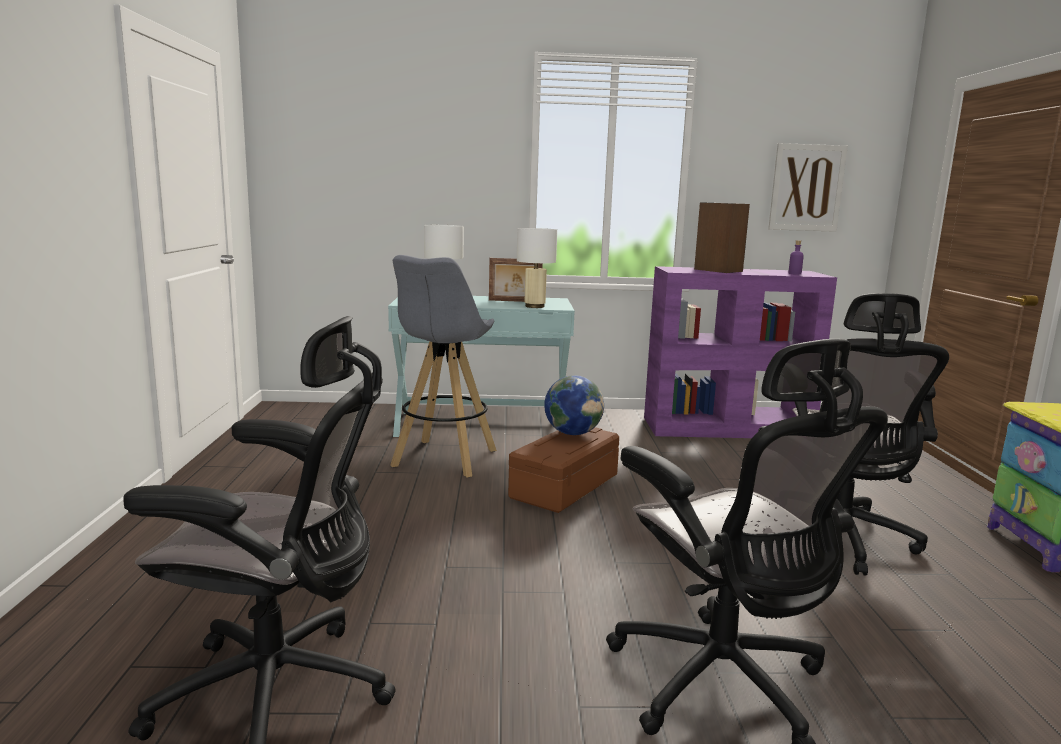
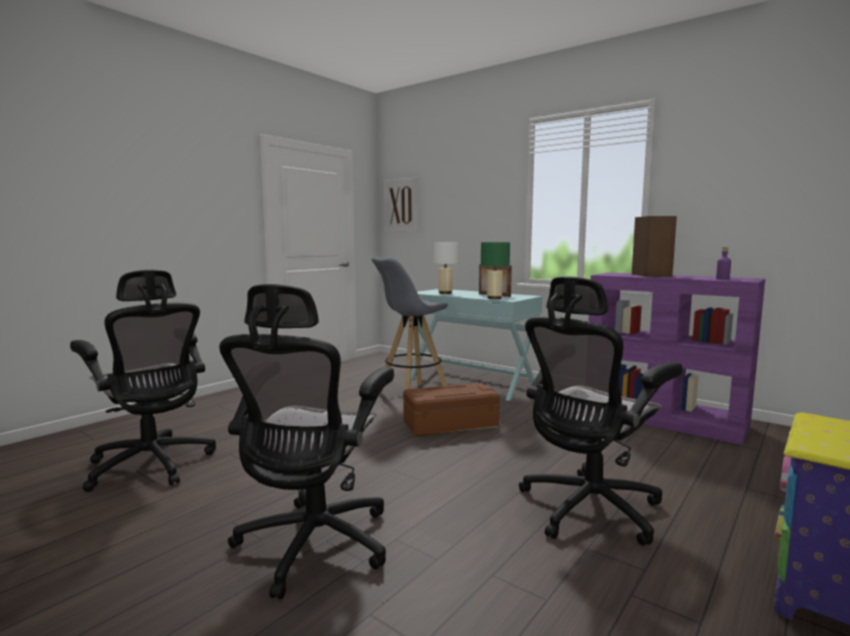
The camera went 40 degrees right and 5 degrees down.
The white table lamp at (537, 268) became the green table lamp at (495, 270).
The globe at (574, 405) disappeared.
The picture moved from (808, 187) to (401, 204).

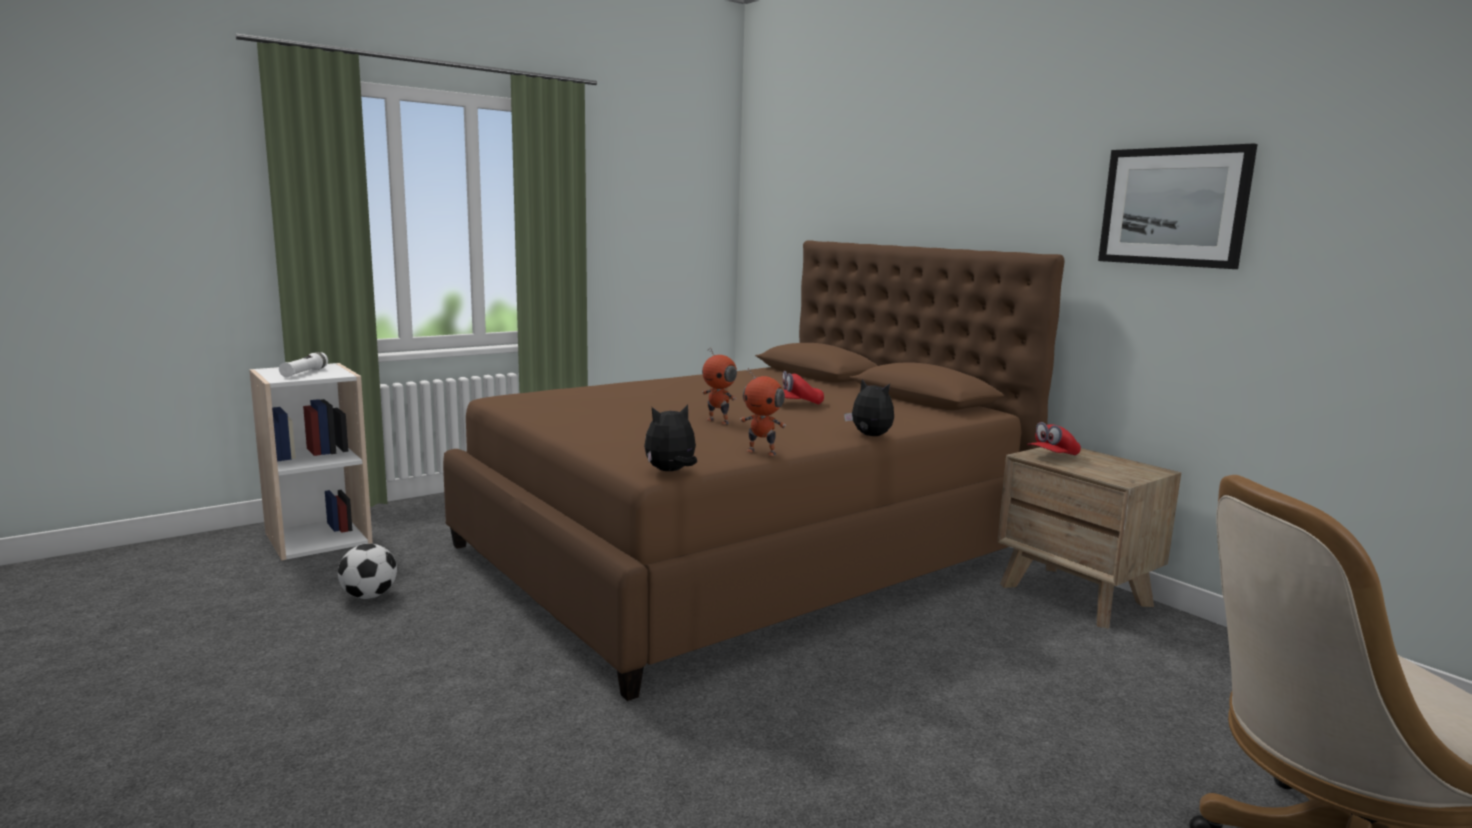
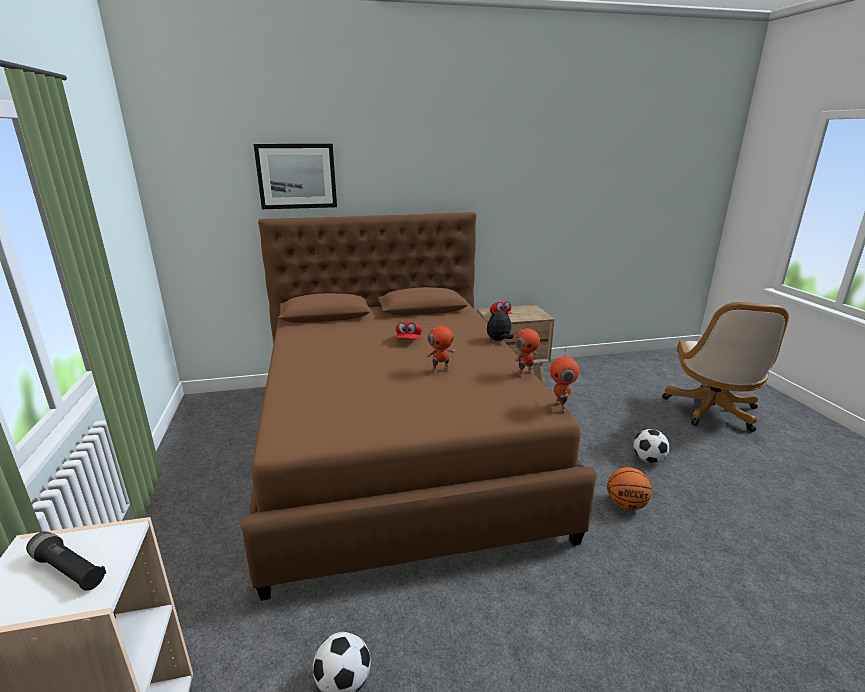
The camera went 65 degrees left and 10 degrees up.
The white flashlight at (303, 364) became the black flashlight at (66, 561).
The plush toy at (670, 437) was replaced by the toy robot at (564, 380).
The picture moved from (1178, 206) to (295, 176).
The basketball at (629, 489) appeared.
The football at (651, 446) appeared.

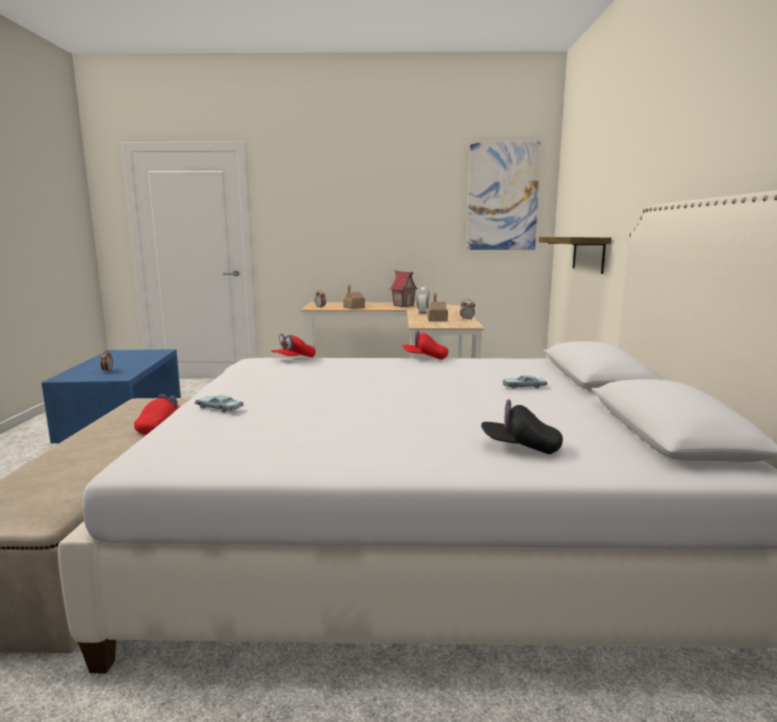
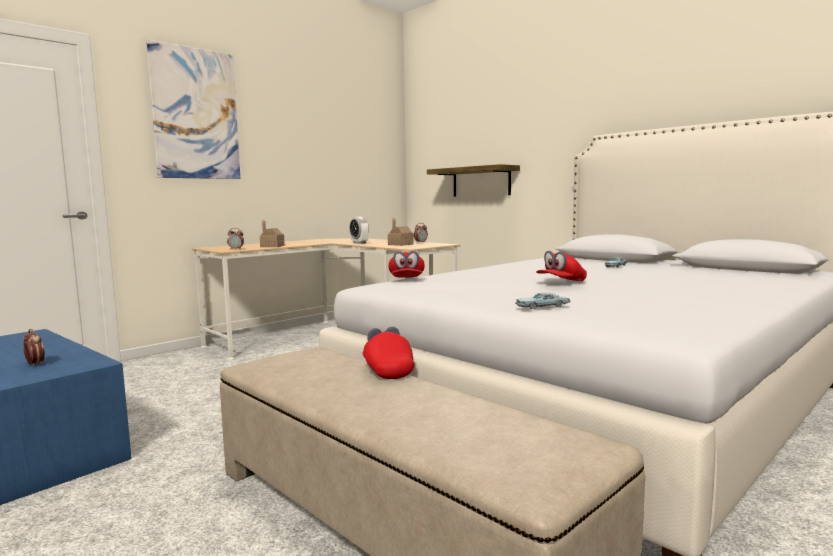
The camera went 45 degrees left and 5 degrees down.
The toy house at (404, 288) disappeared.
The red cap moved from (425, 345) to (561, 266).
The picture moved from (504, 195) to (193, 109).
The black cap at (522, 426) disappeared.

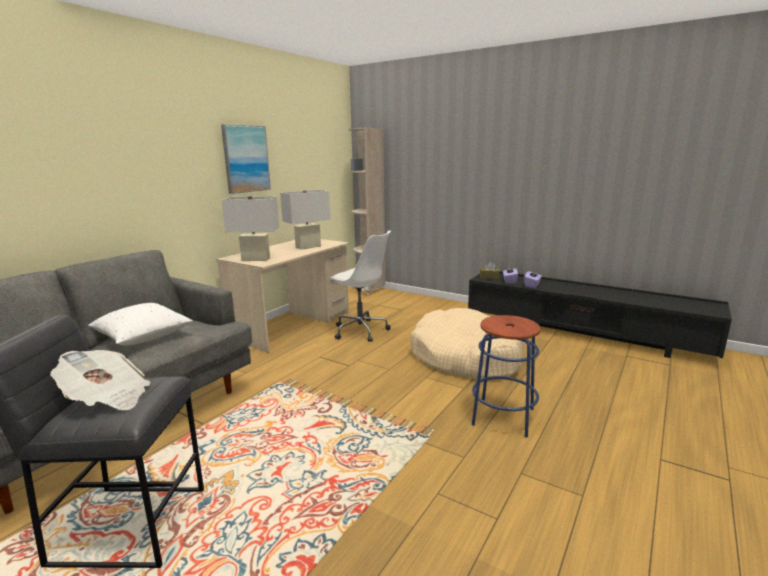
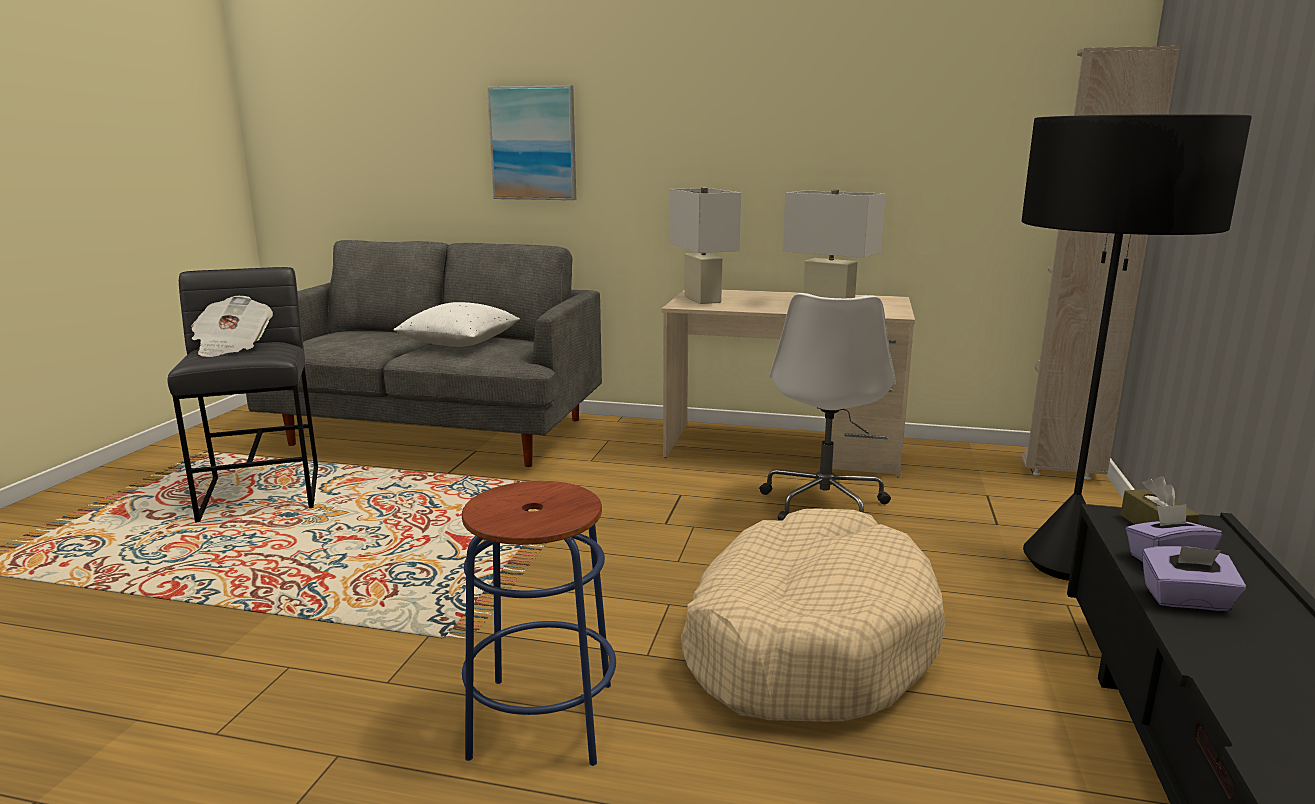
The camera went 70 degrees right and 0 degrees up.
The picture moved from (246, 159) to (531, 142).
The black floor lamp at (1137, 347) appeared.

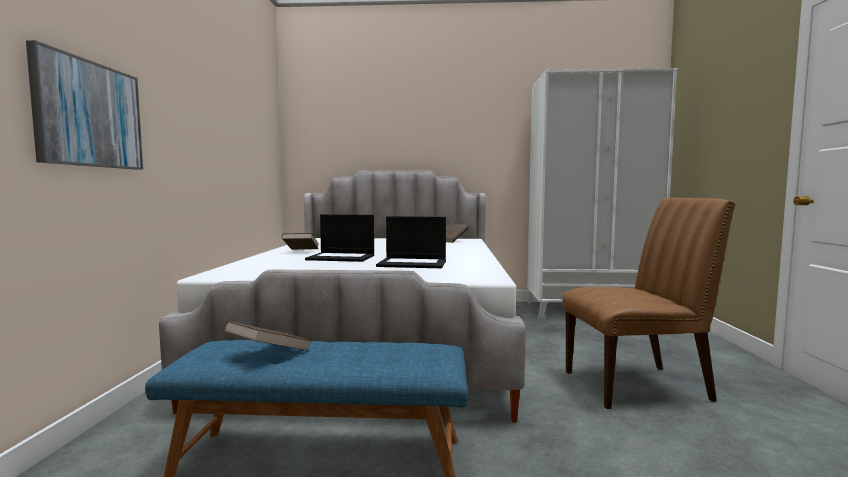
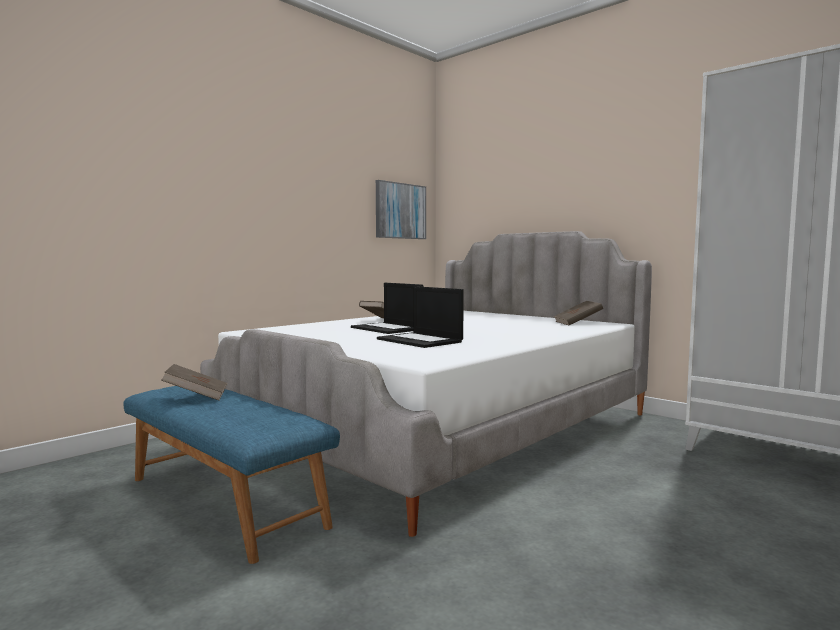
The camera went 40 degrees right and 0 degrees up.
The picture moved from (84, 105) to (401, 209).
The brown chair at (649, 303) disappeared.

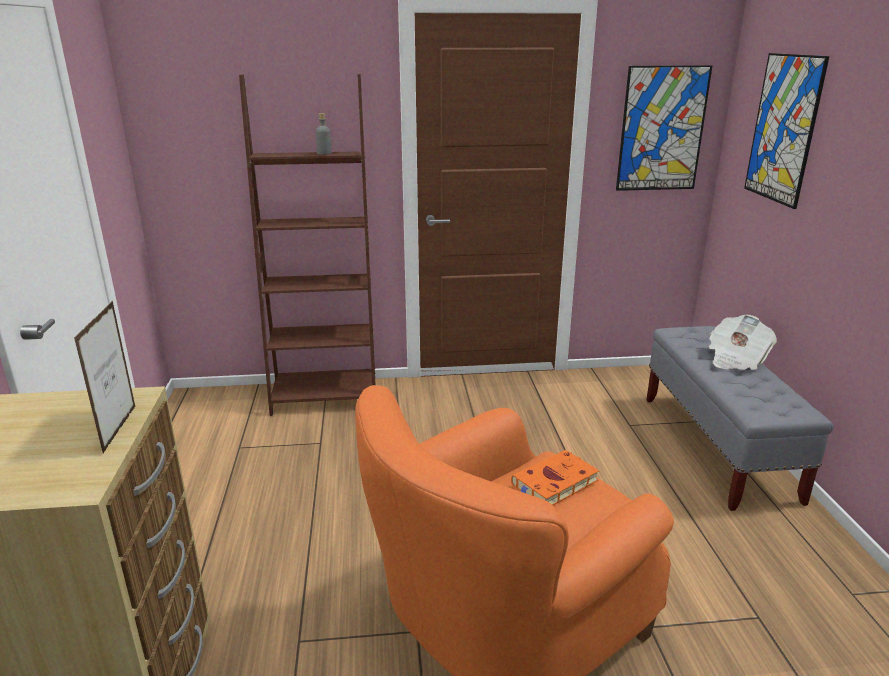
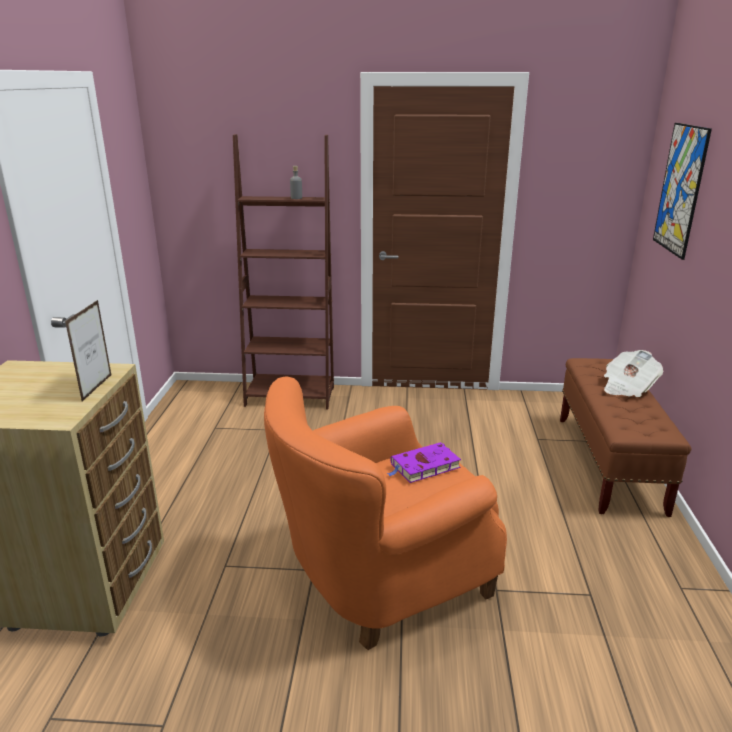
The camera went 10 degrees right and 0 degrees up.
The orange book at (555, 477) became the purple book at (424, 462).
The picture at (664, 128) disappeared.
The grey bench at (740, 418) became the brown bench at (625, 437).

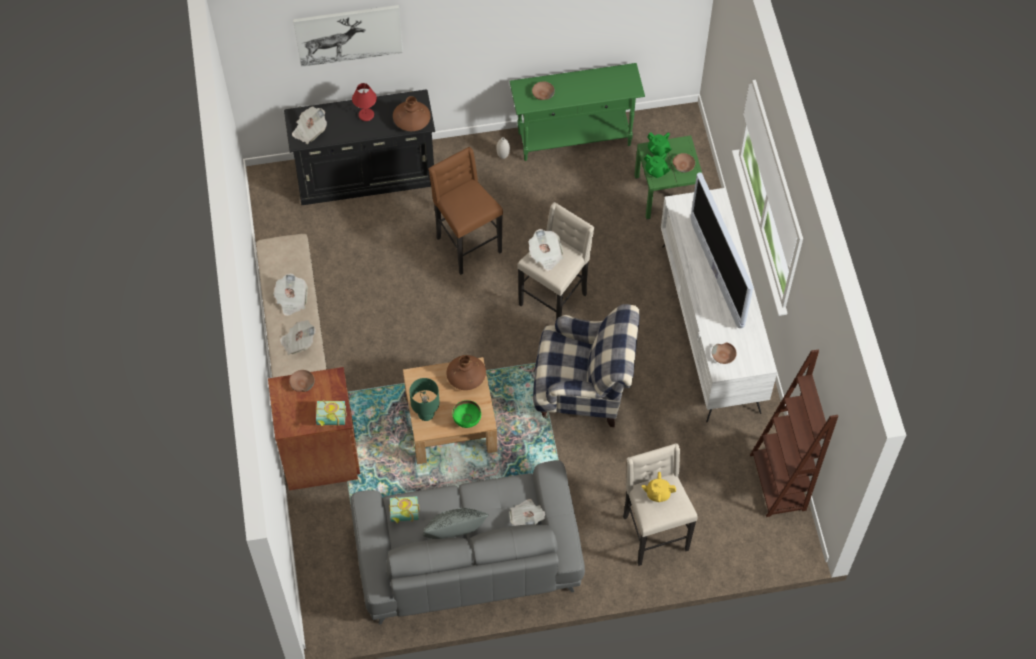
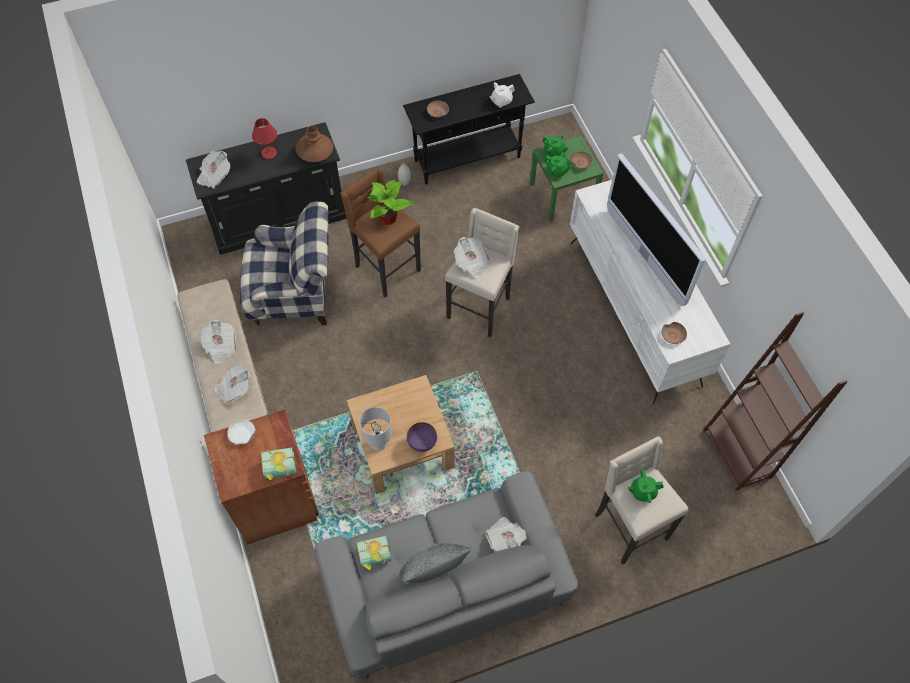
The camera went 10 degrees left and 0 degrees up.
The brown bowl at (302, 381) became the white bowl at (241, 432).
The picture at (348, 36) disappeared.
The green table lamp at (424, 399) became the grey table lamp at (375, 429).
The brown vase at (466, 372) disappeared.
The green bowl at (466, 414) became the purple bowl at (422, 437).
The green console table at (577, 112) became the black console table at (469, 129).
The armchair moved from (586, 365) to (284, 264).
The yellow teapot at (659, 487) became the green teapot at (646, 486).
The potted plant at (390, 202) appeared.
The white teapot at (502, 95) appeared.

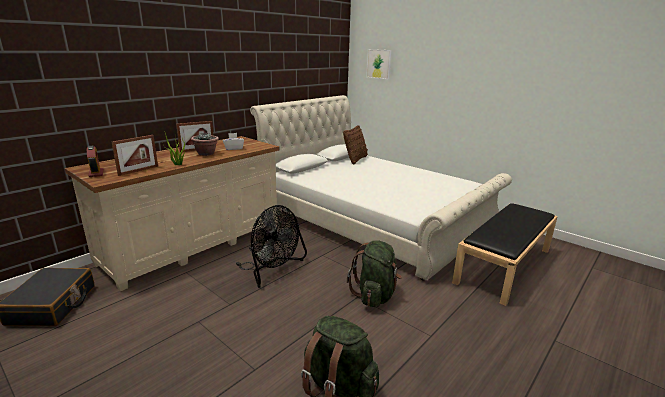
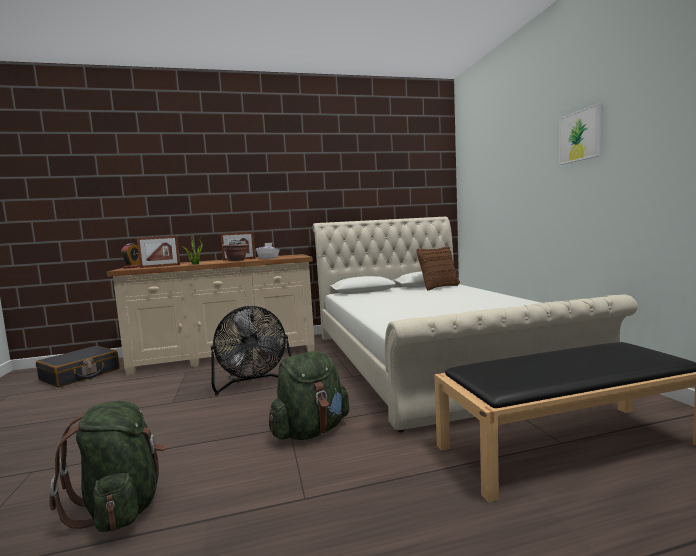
The camera went 35 degrees right and 15 degrees down.
The picture moved from (378, 64) to (580, 134).

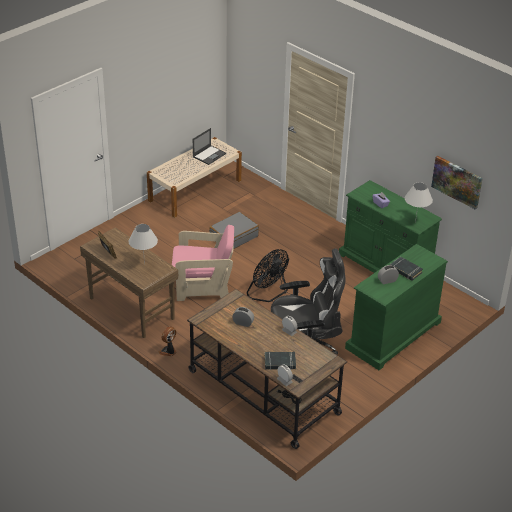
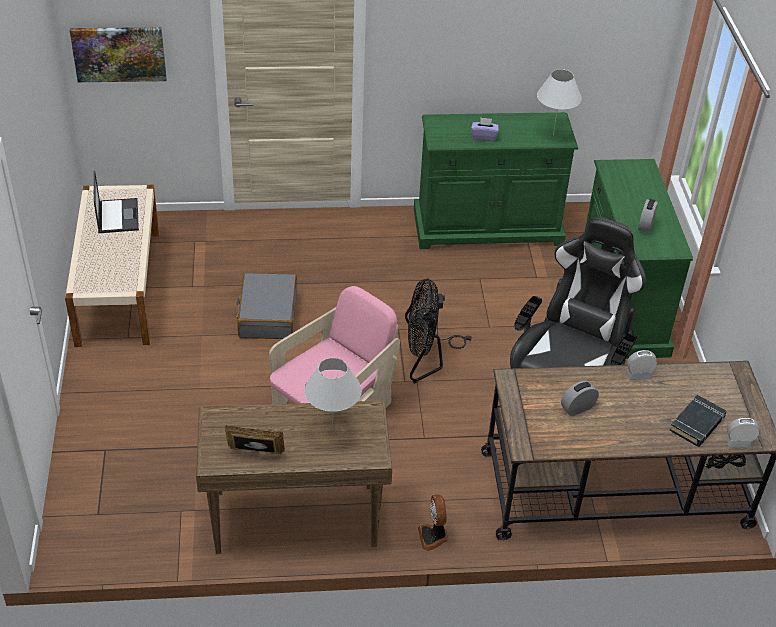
The camera went 50 degrees left and 5 degrees up.
The black book at (406, 269) disappeared.
The picture moved from (457, 183) to (118, 54).

